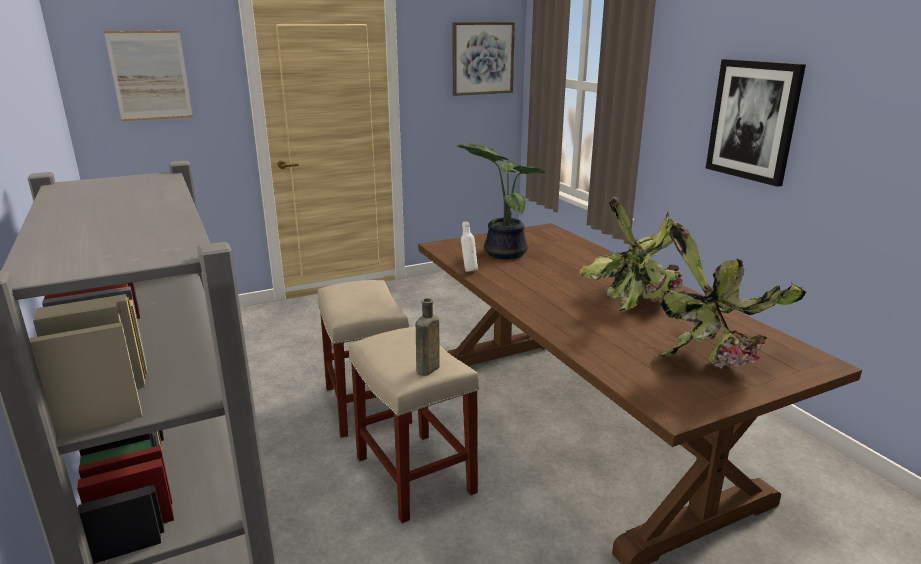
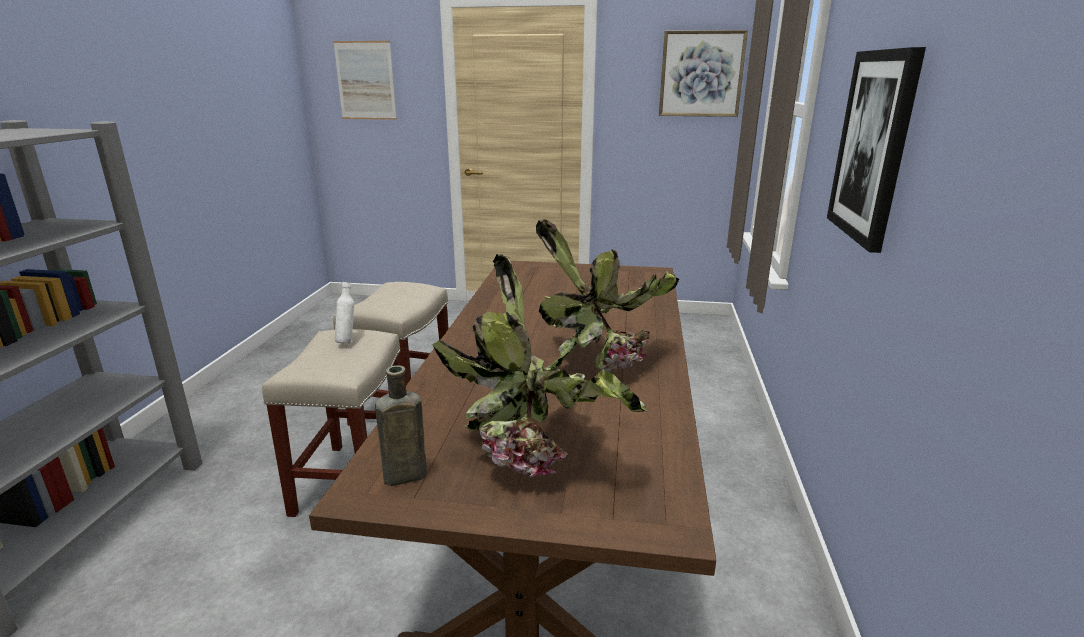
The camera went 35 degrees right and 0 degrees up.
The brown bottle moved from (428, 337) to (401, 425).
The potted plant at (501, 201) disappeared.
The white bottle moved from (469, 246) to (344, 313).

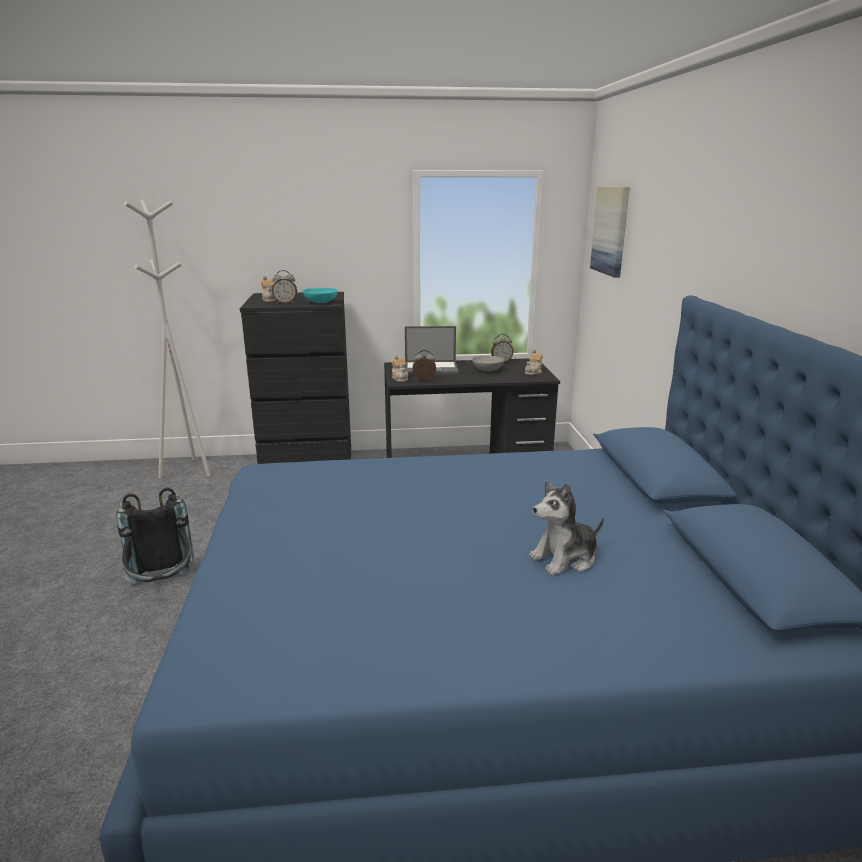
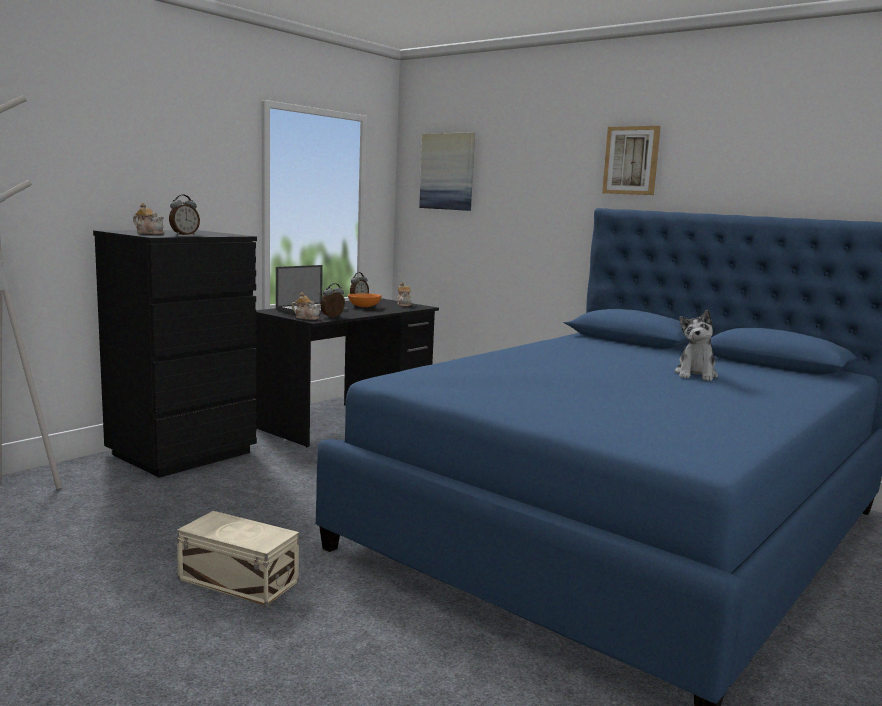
The camera went 45 degrees left and 10 degrees down.
The black backpack at (155, 536) was replaced by the beige storage box at (238, 558).
The turquoise bowl at (320, 295) disappeared.
The grey bowl at (488, 363) became the orange bowl at (365, 300).
The picture at (631, 160) appeared.

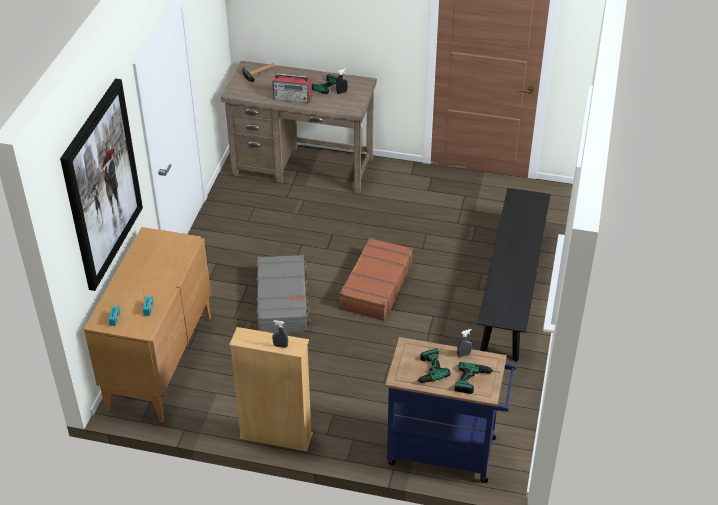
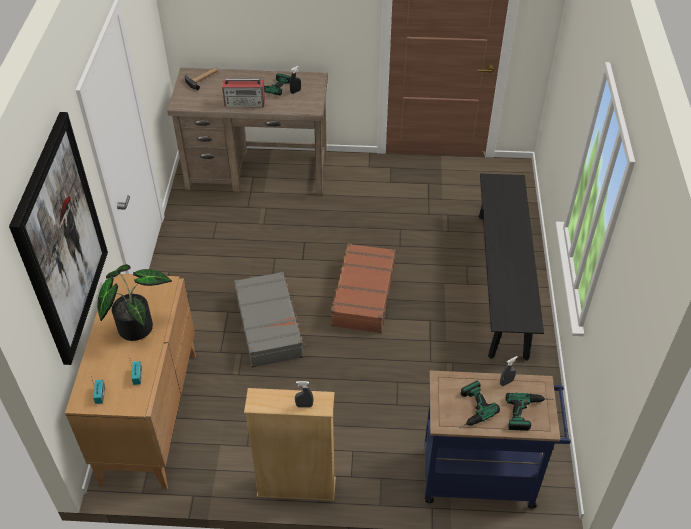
The camera went 10 degrees left and 5 degrees up.
The potted plant at (134, 302) appeared.

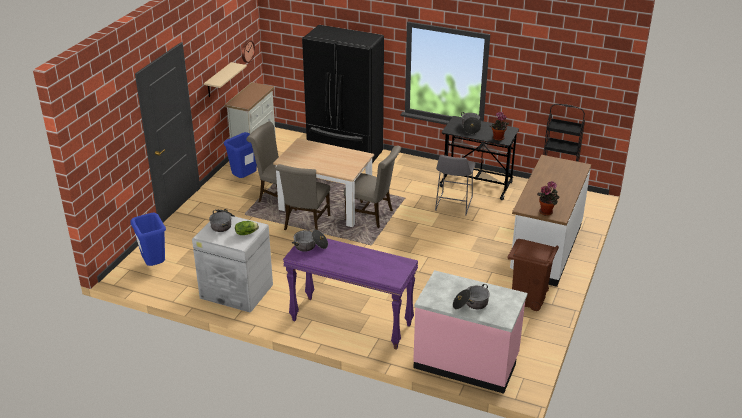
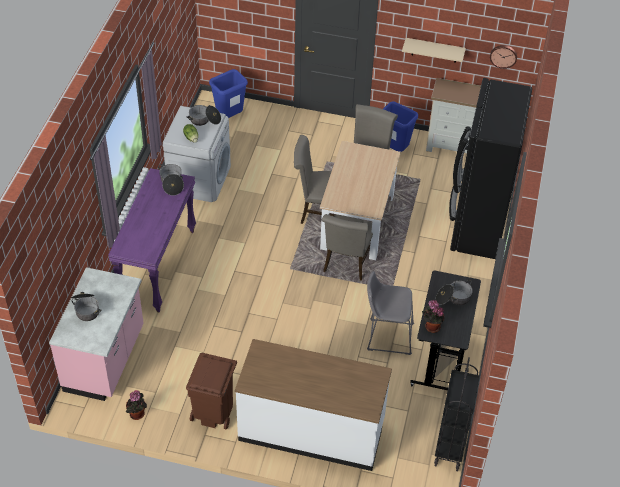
The camera went 80 degrees right and 15 degrees up.
The potted plant moved from (548, 198) to (136, 405).

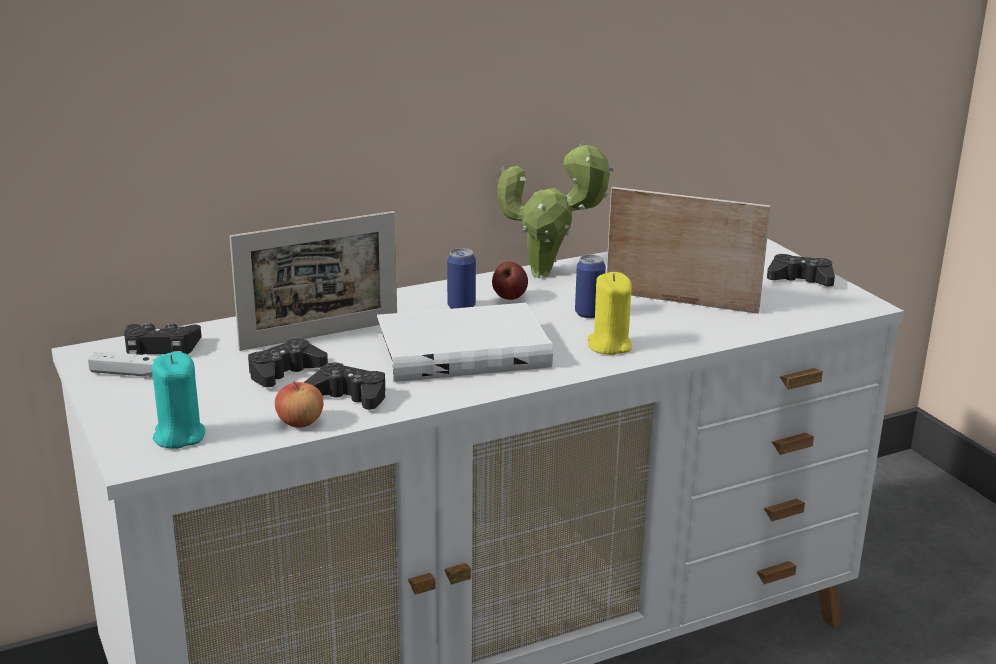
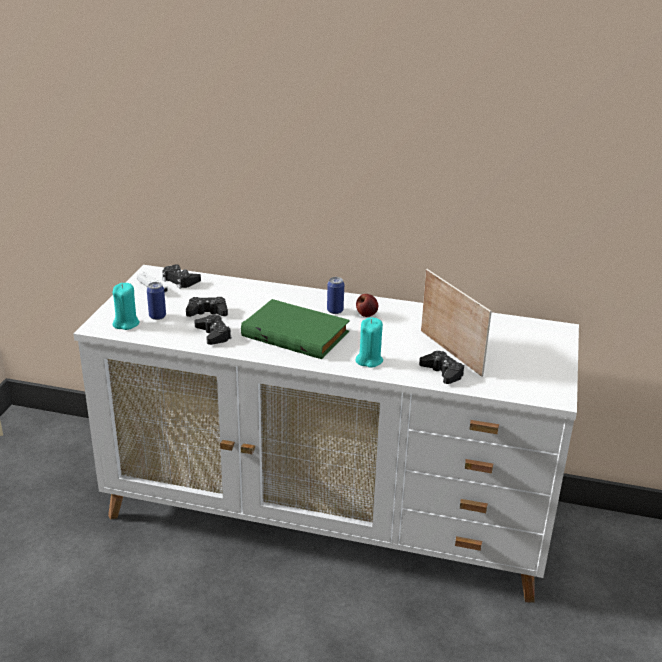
The camera went 40 degrees right and 5 degrees up.
The picture frame at (313, 281) disappeared.
The apple at (299, 404) disappeared.
The white book at (465, 342) became the green book at (295, 329).
The potted plant at (556, 209) disappeared.
The can moved from (590, 286) to (156, 301).
The yellow candle at (609, 313) became the turquoise candle at (369, 342).
The black game controller moved from (801, 270) to (441, 367).

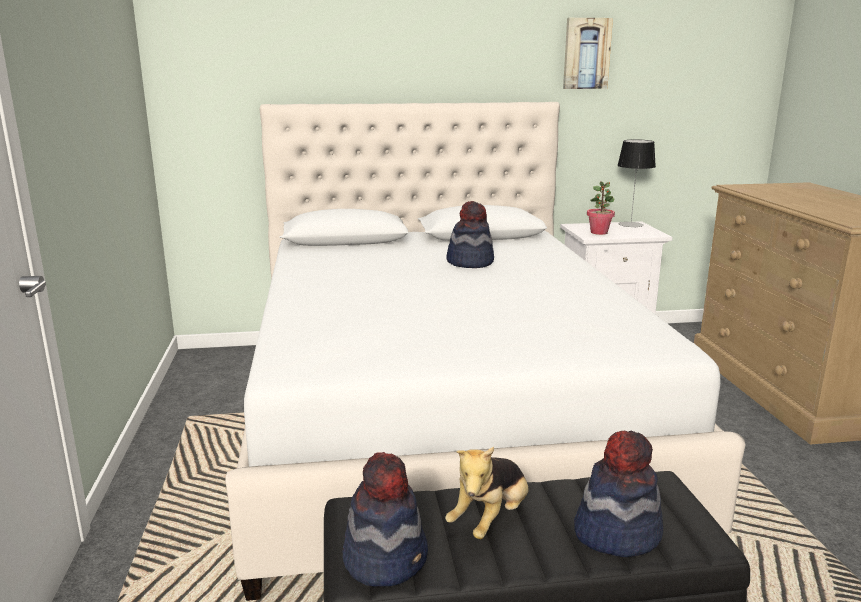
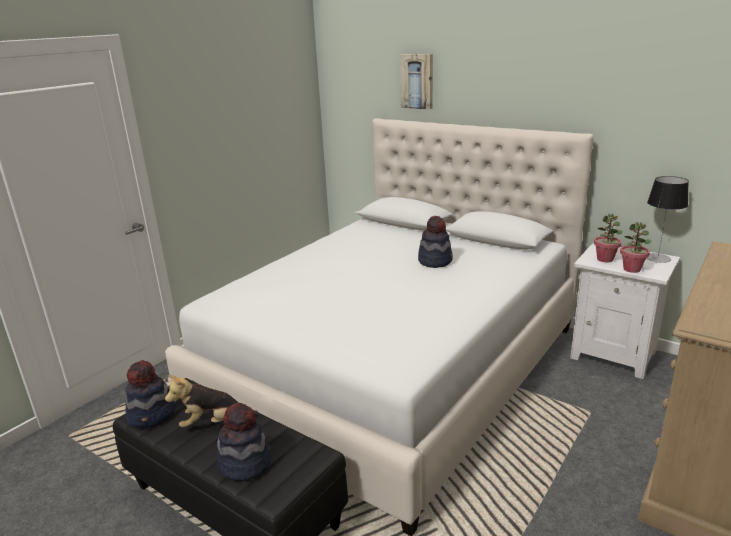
The camera went 45 degrees right and 5 degrees up.
The picture moved from (588, 53) to (416, 81).
The potted plant at (635, 247) appeared.

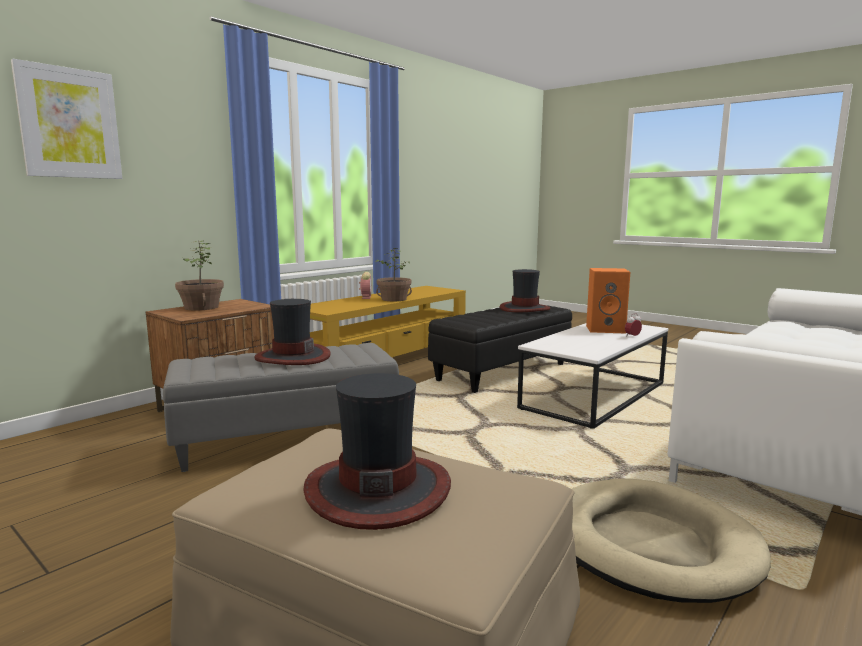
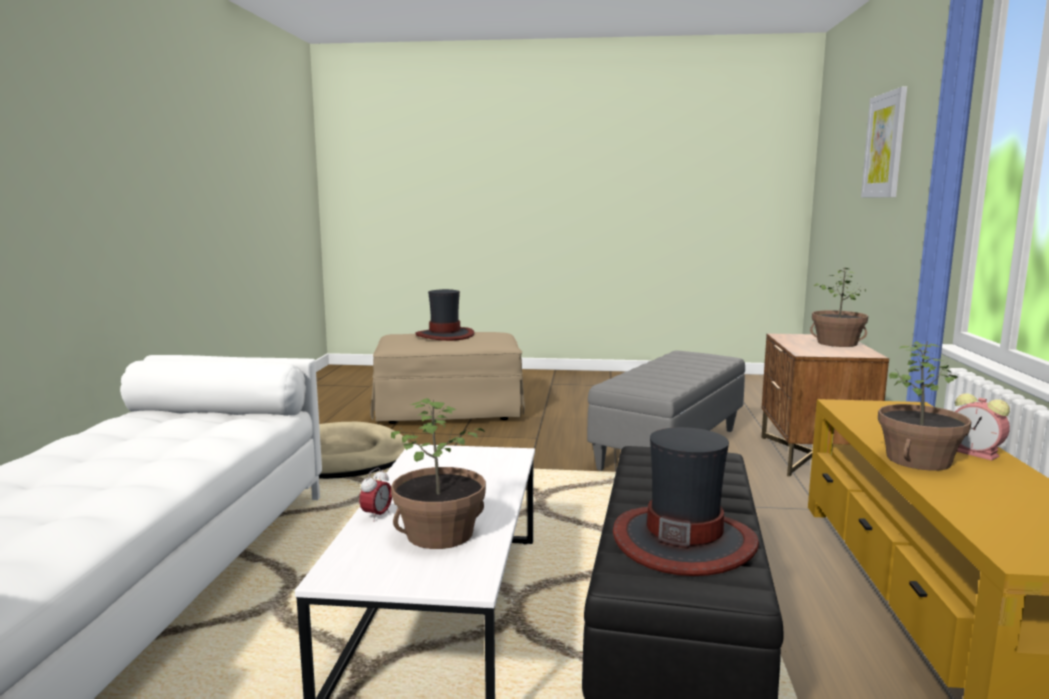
The camera went 145 degrees right and 0 degrees up.
The hat at (292, 332) disappeared.
The orange speaker at (608, 301) was replaced by the potted plant at (438, 473).

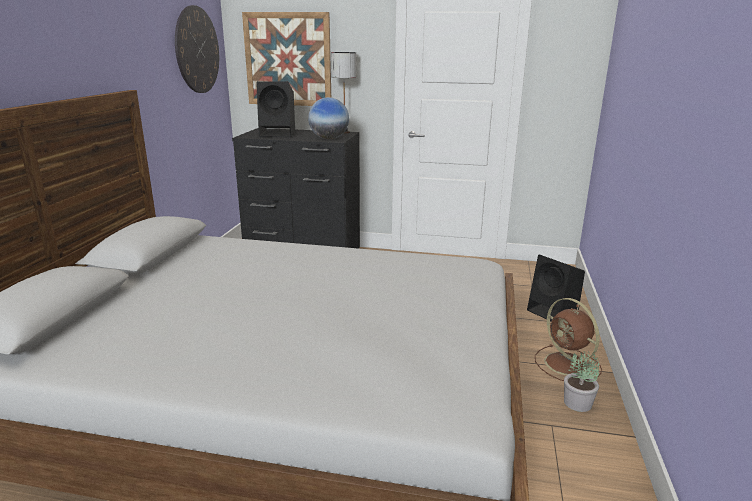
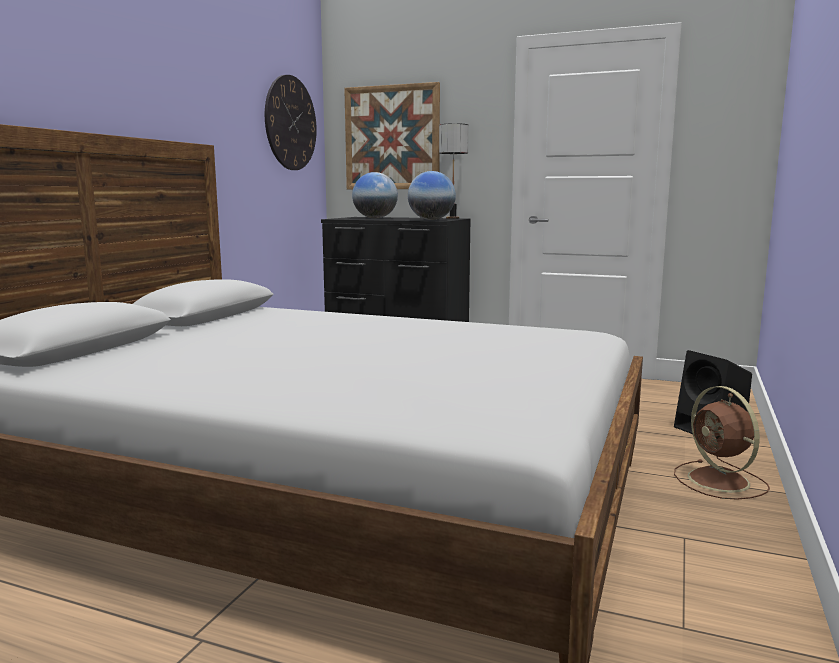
The camera went 10 degrees right and 10 degrees down.
The black speaker at (275, 109) was replaced by the globe at (375, 195).
The potted plant at (581, 381) disappeared.

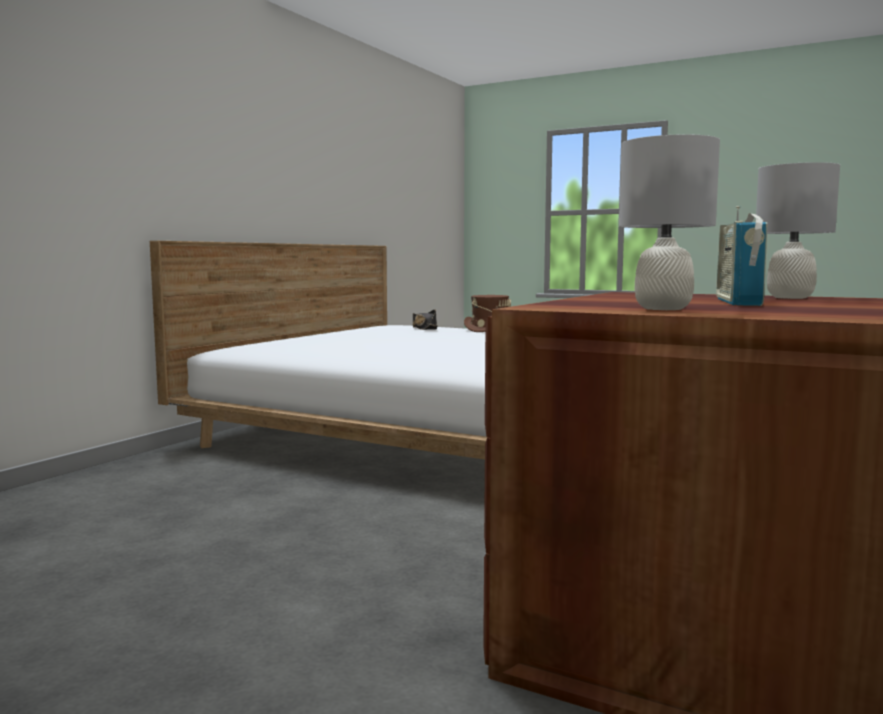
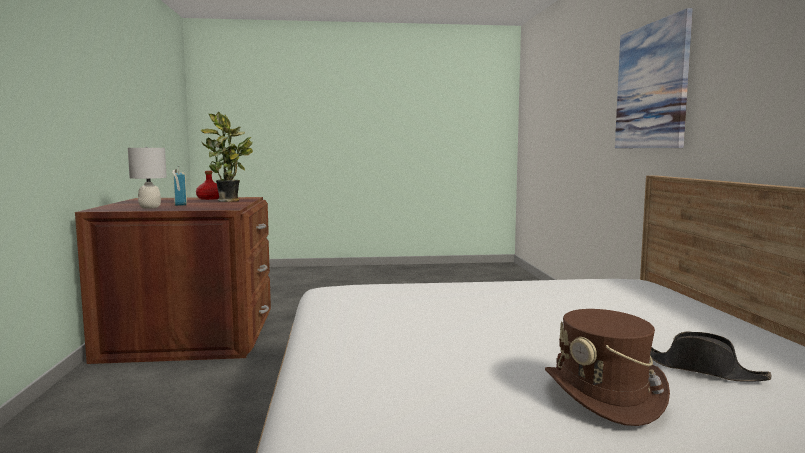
The camera went 145 degrees right and 0 degrees up.
The grey table lamp at (669, 222) was replaced by the red bottle at (207, 185).
The potted plant at (227, 157) appeared.
The picture at (654, 78) appeared.

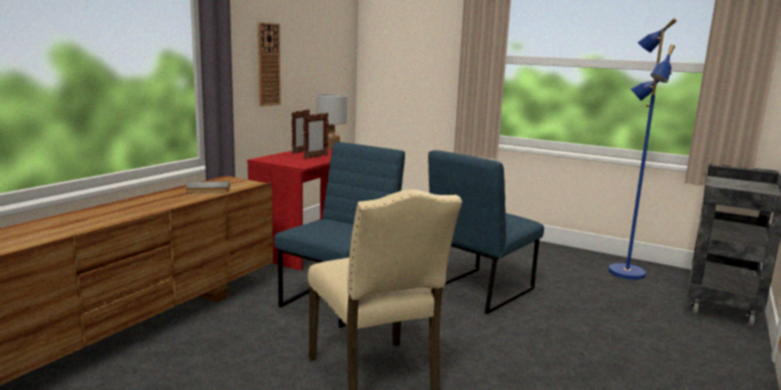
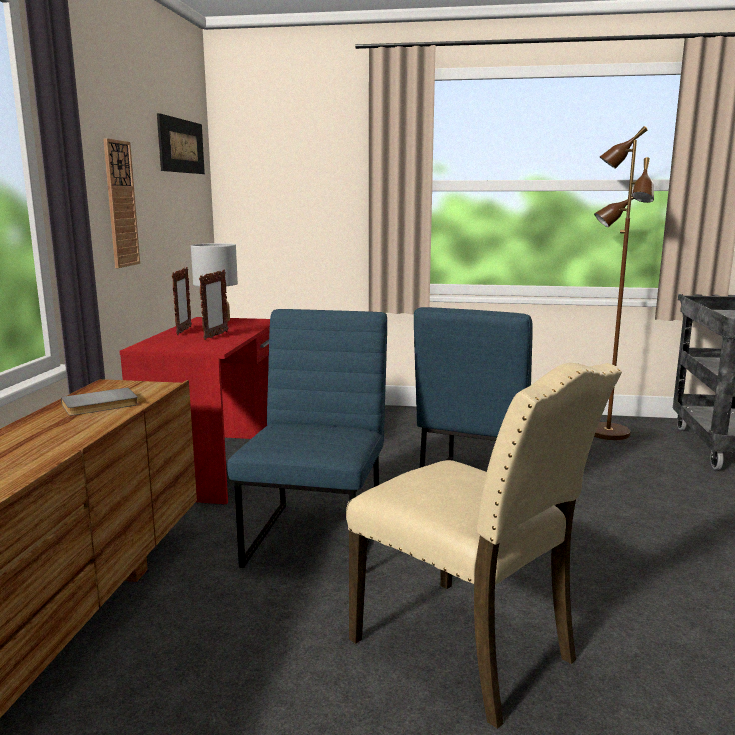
The camera went 20 degrees left and 0 degrees up.
The blue floor lamp at (643, 149) became the brown floor lamp at (624, 283).
The picture at (181, 143) appeared.

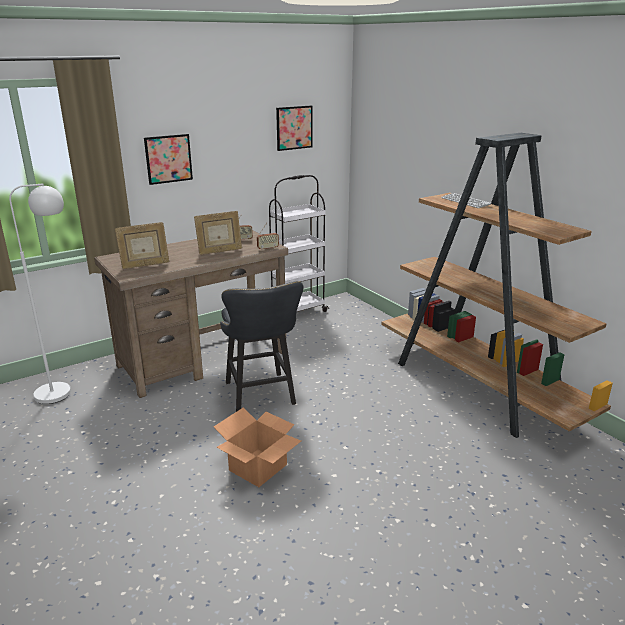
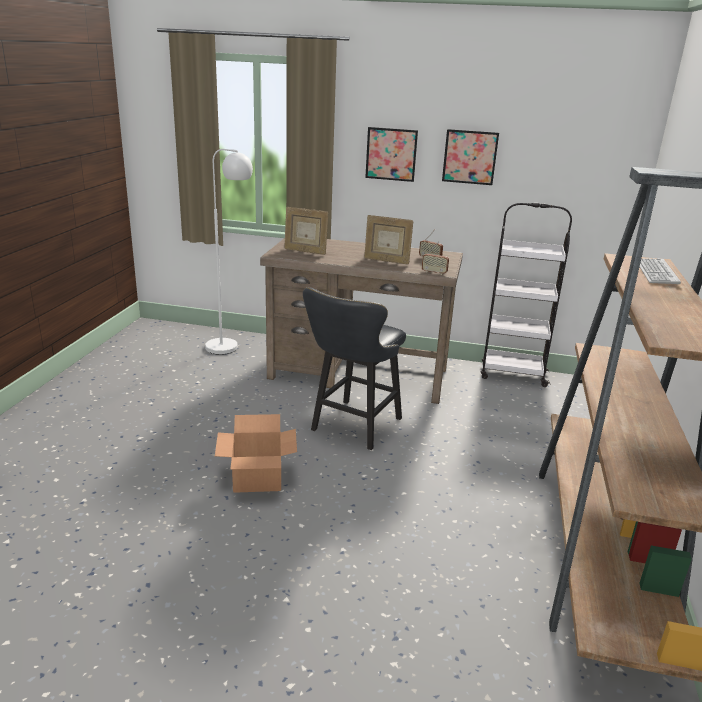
The camera went 45 degrees right and 0 degrees up.
The picture moved from (294, 128) to (470, 157).

